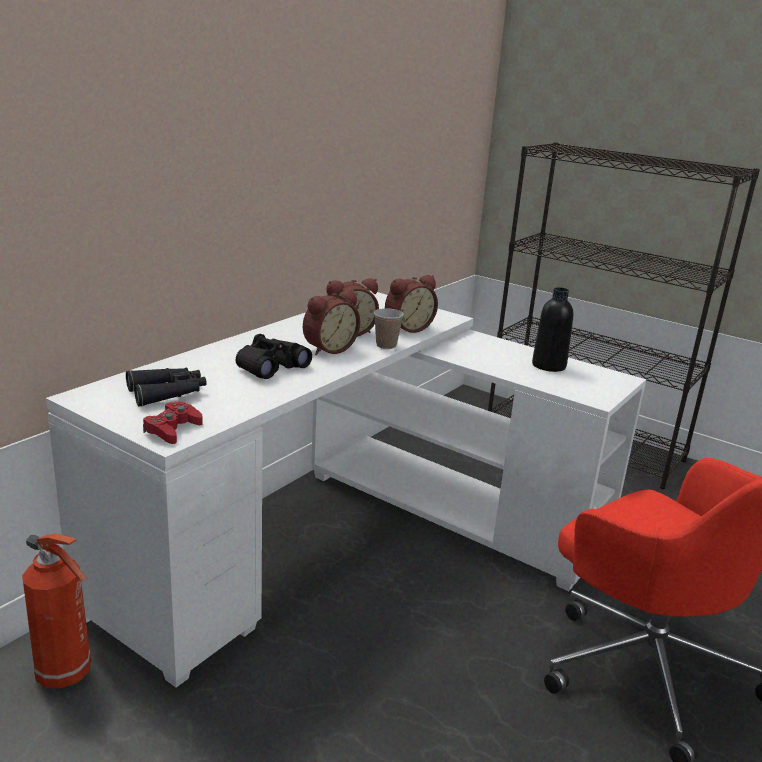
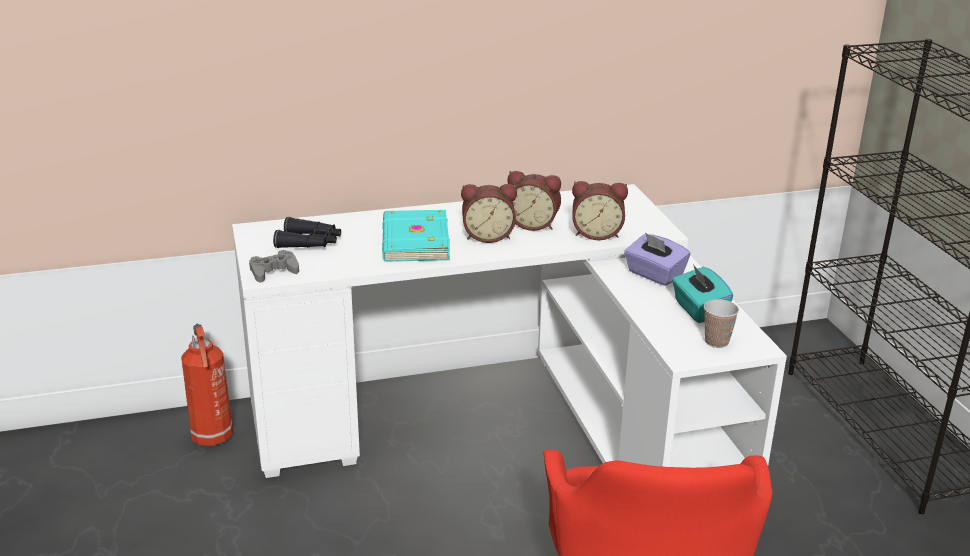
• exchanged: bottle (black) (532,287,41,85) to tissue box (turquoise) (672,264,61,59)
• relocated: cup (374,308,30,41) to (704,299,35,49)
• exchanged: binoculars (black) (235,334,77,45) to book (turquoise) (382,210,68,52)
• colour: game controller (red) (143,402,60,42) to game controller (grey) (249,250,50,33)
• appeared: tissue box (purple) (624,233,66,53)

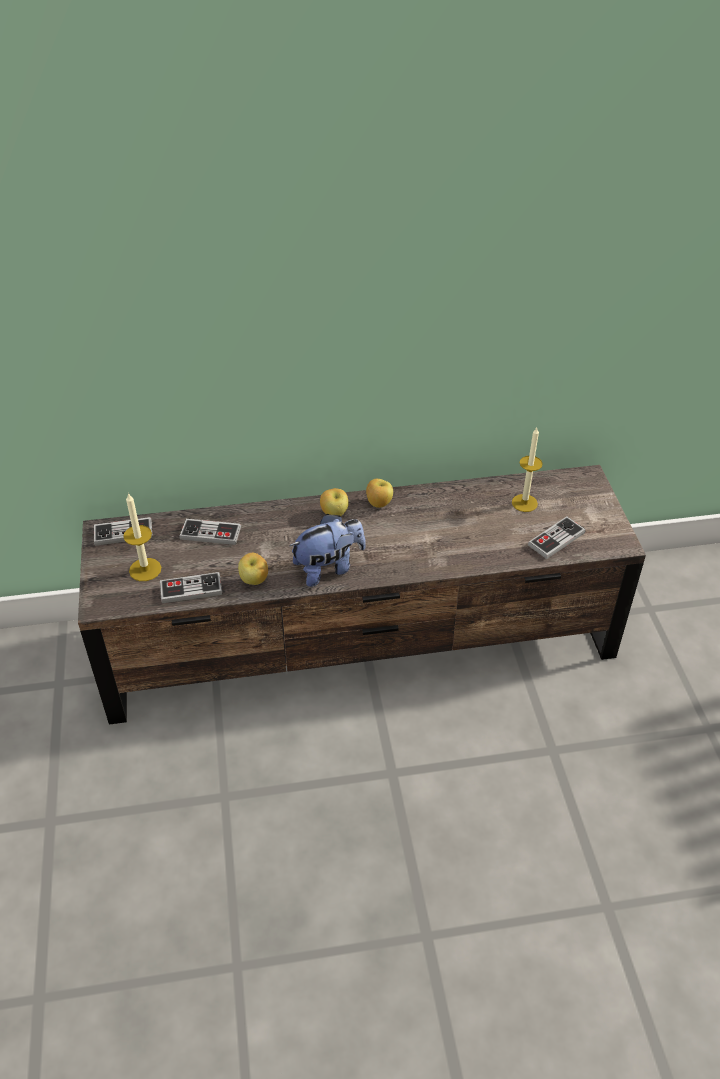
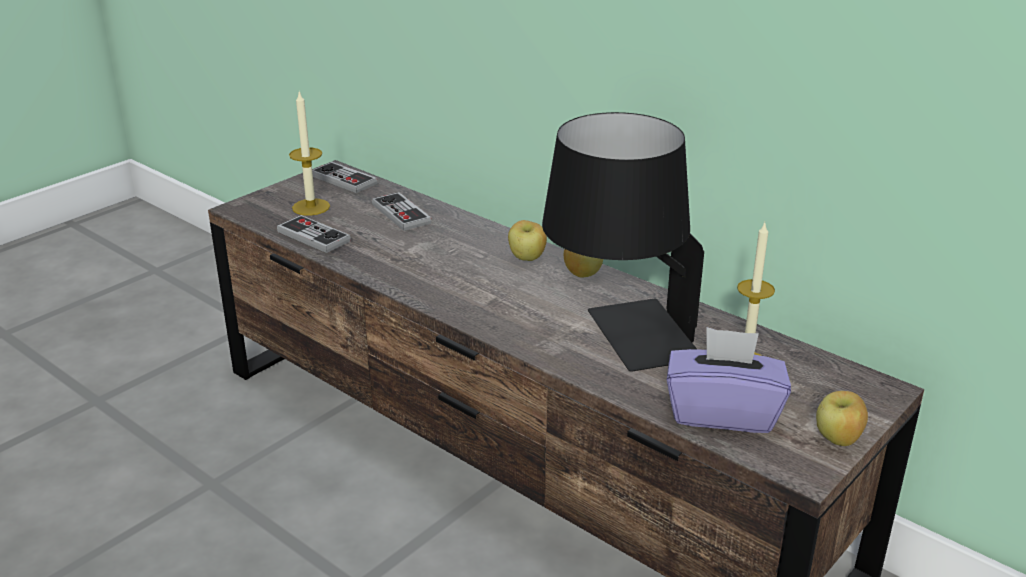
• missing: plush toy (289,514,77,73)
• exchanged: game controller (528,517,58,42) to tissue box (purple) (667,327,124,106)
• relocated: apple (238,553,30,32) to (816,391,52,55)
• appeared: table lamp (black) (542,112,162,260)

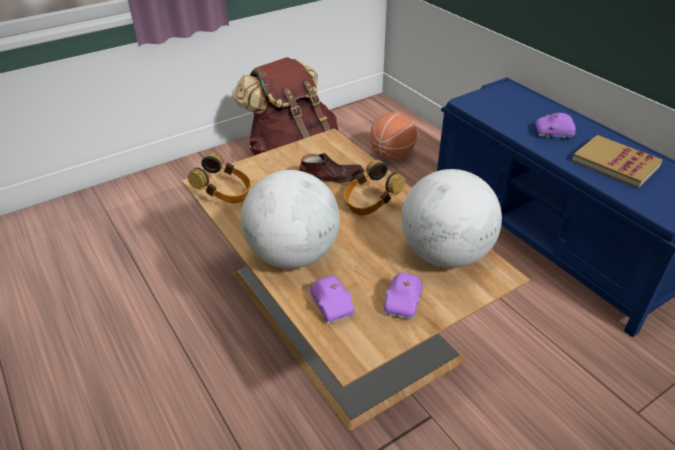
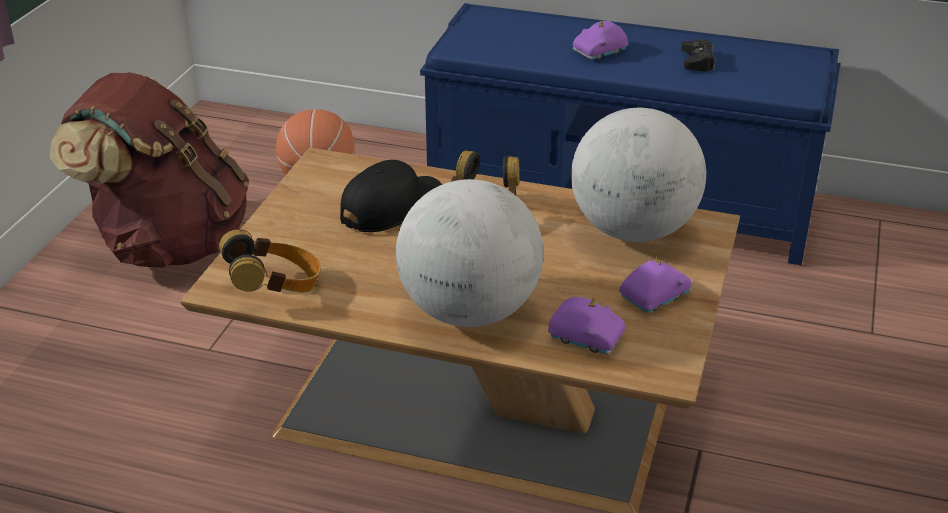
• exchanged: book (572,135,91,54) to game controller (black) (681,39,34,33)
• exchanged: shoe (brown) (299,153,65,30) to cap (black) (340,160,102,72)
• spun: toy car (purple) (384,273,39,47) = (619,256,73,57) 105 degrees counterclockwise

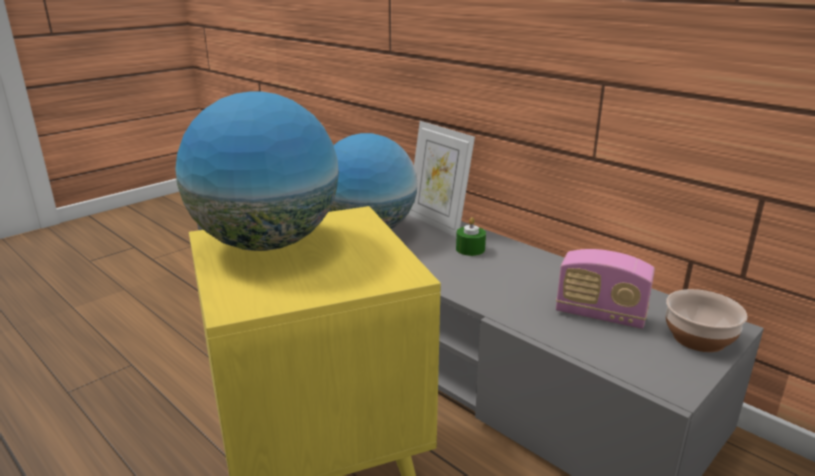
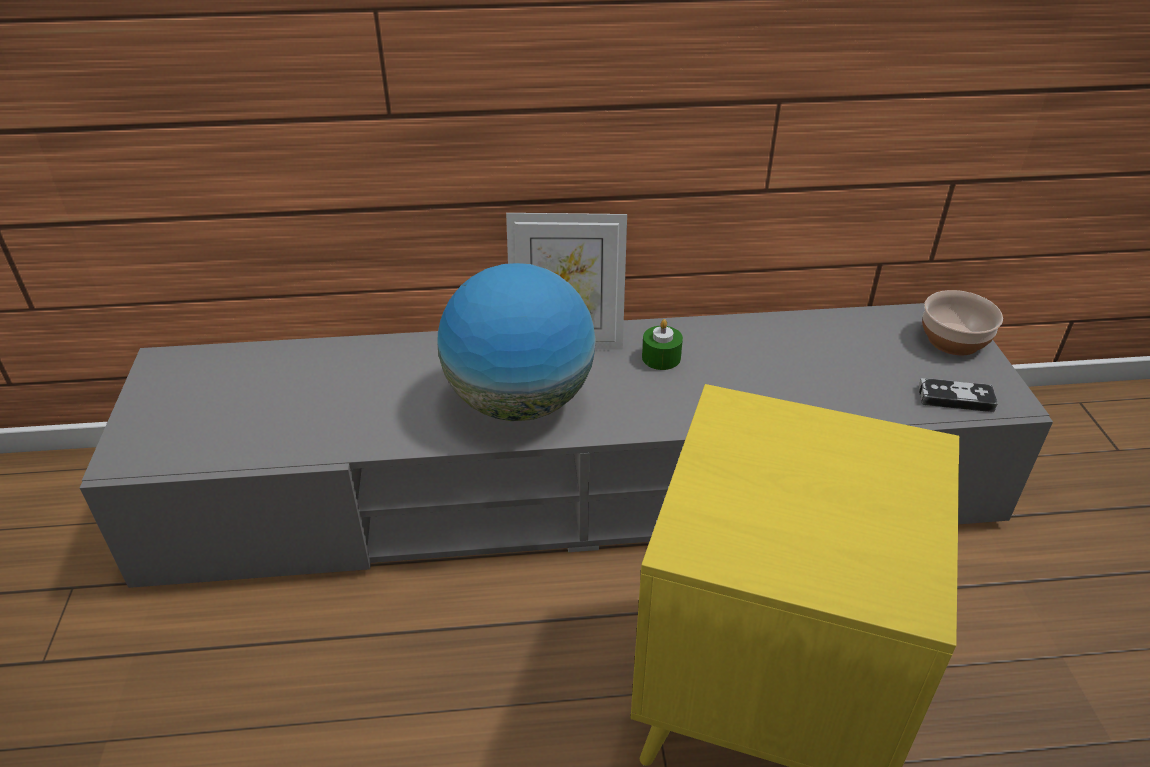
• missing: globe (175,91,164,160)
• missing: radio (556,249,99,80)
• appeared: game controller (919,378,79,34)

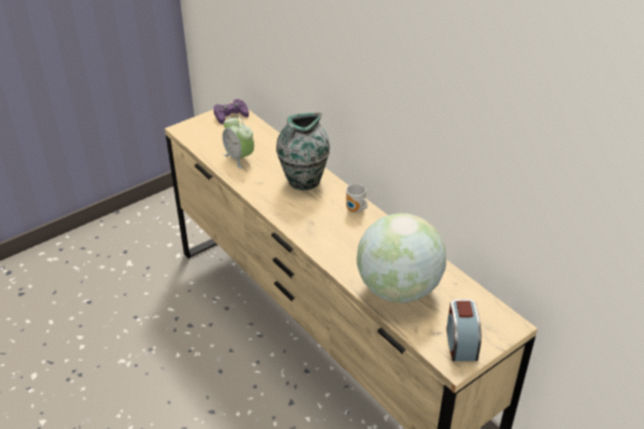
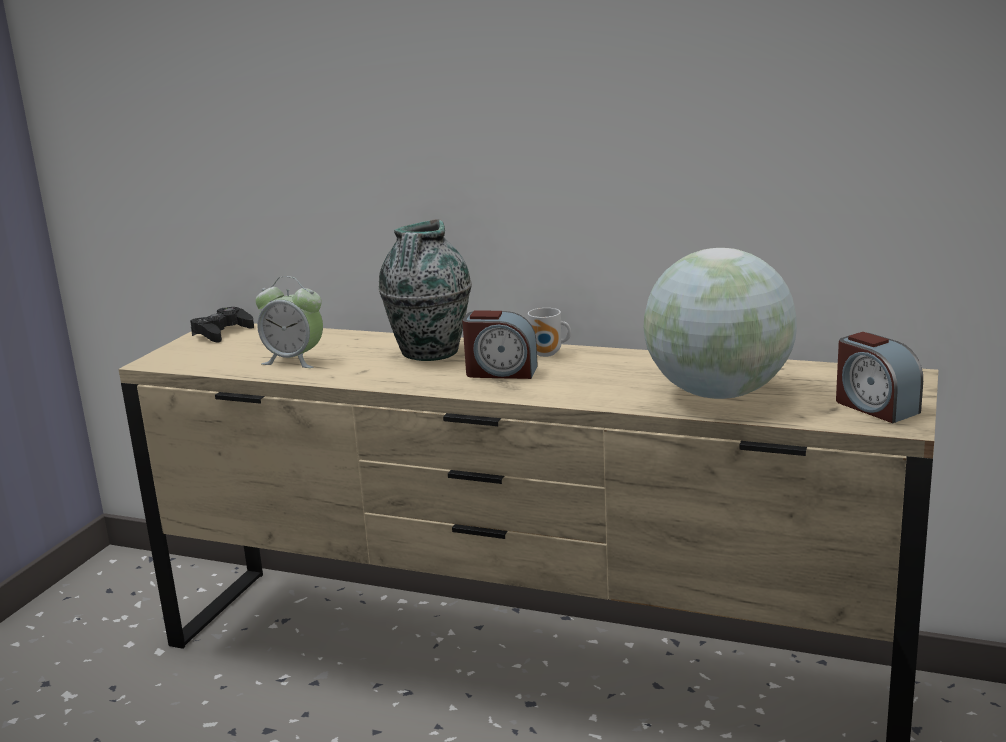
• colour: game controller (purple) (214,99,35,25) to game controller (black) (190,307,64,36)
• appeared: alarm clock (462,311,76,68)

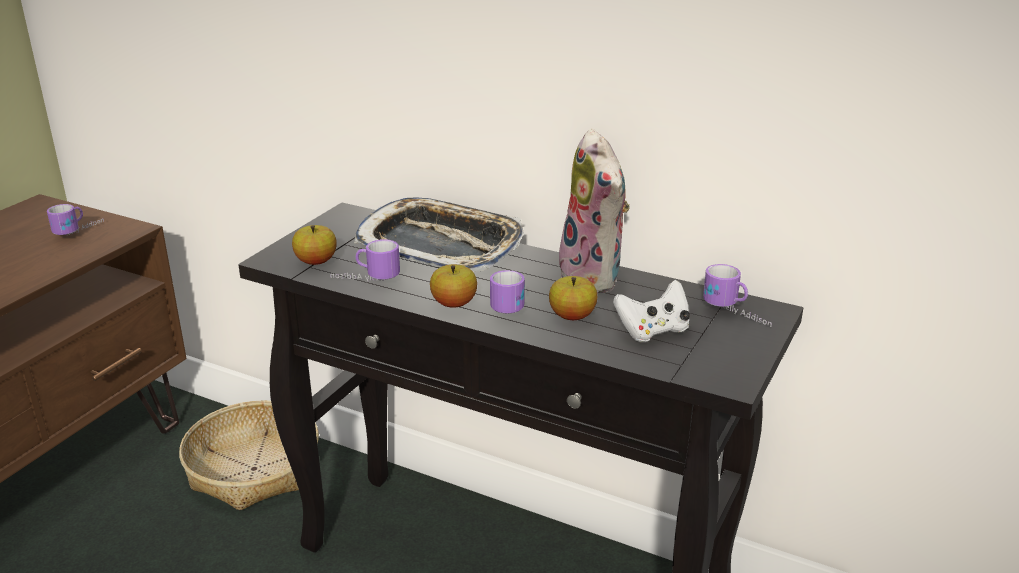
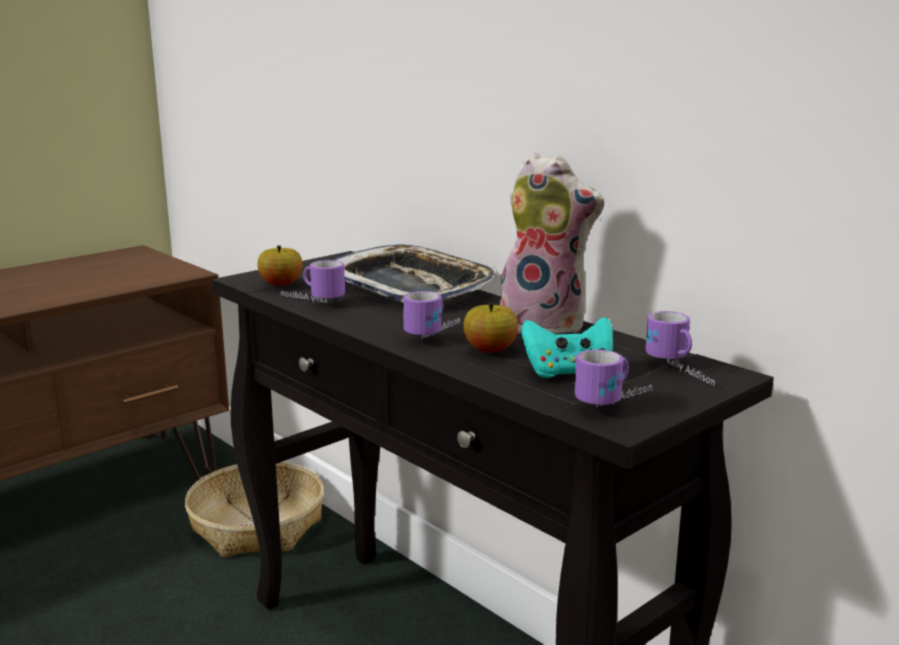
• spun: plush toy (559,128,71,166) = (500,152,104,183) 60 degrees counterclockwise
• relocated: mug (47,204,57,31) to (575,349,77,58)
• missing: apple (430,264,47,44)
• colour: game controller (white) (613,279,77,63) to game controller (turquoise) (522,317,91,61)

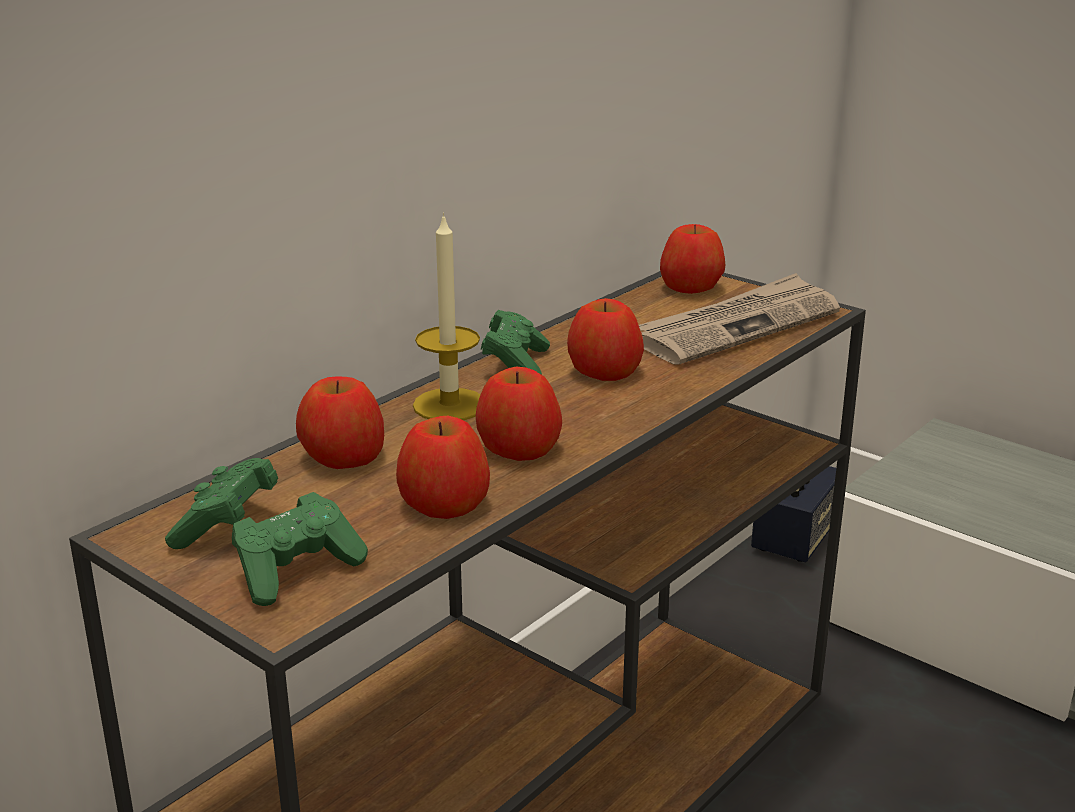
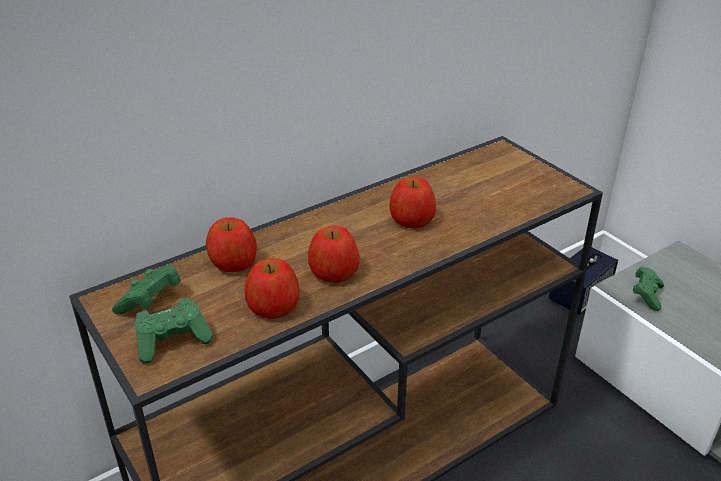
• missing: candle (413,212,68,208)
• missing: apple (660,224,65,70)
• missing: newspaper (639,273,201,91)
• relocated: game controller (green) (481,310,69,65) to (633,267,31,44)

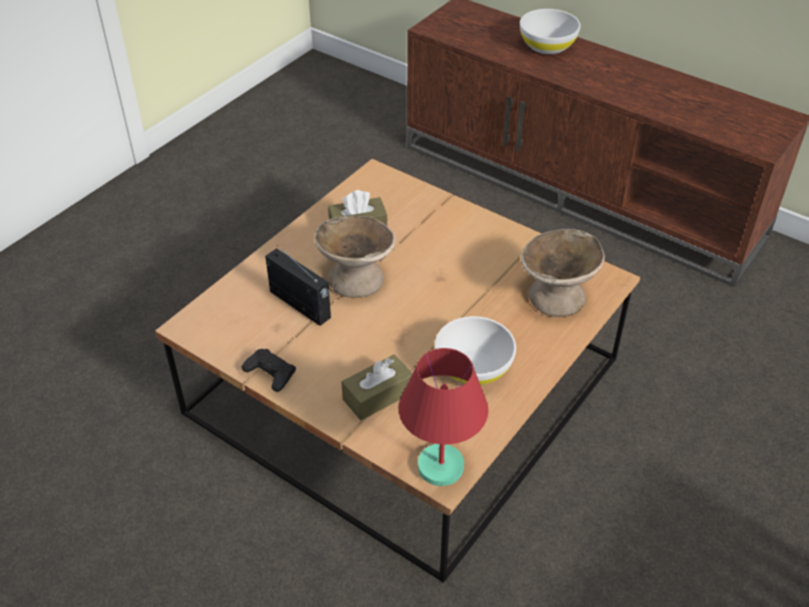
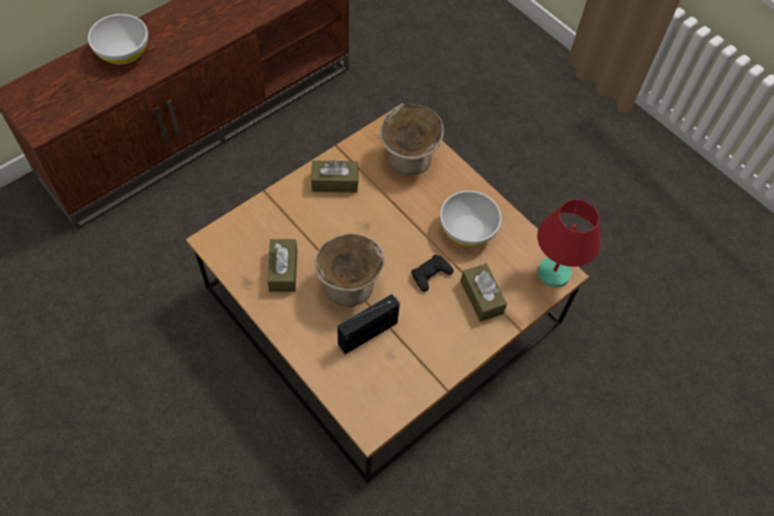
• relocated: game controller (black) (242,349,54,43) to (411,255,43,37)
• appeared: tissue box (brown) (311,160,48,33)

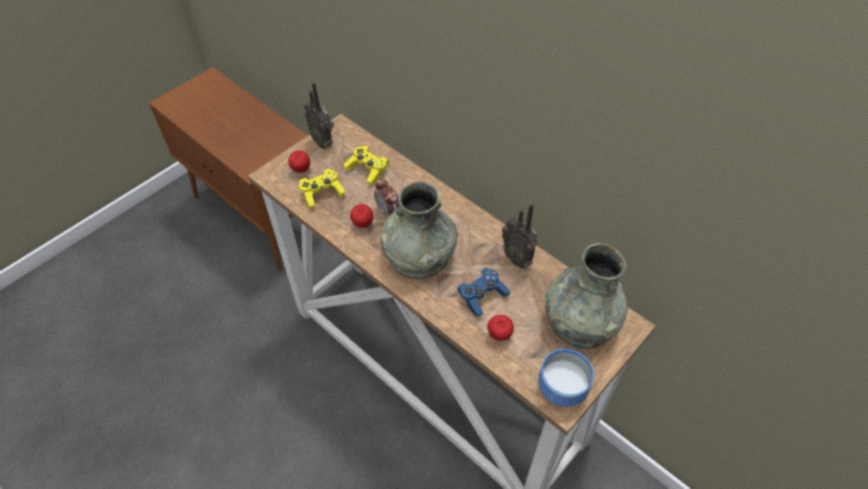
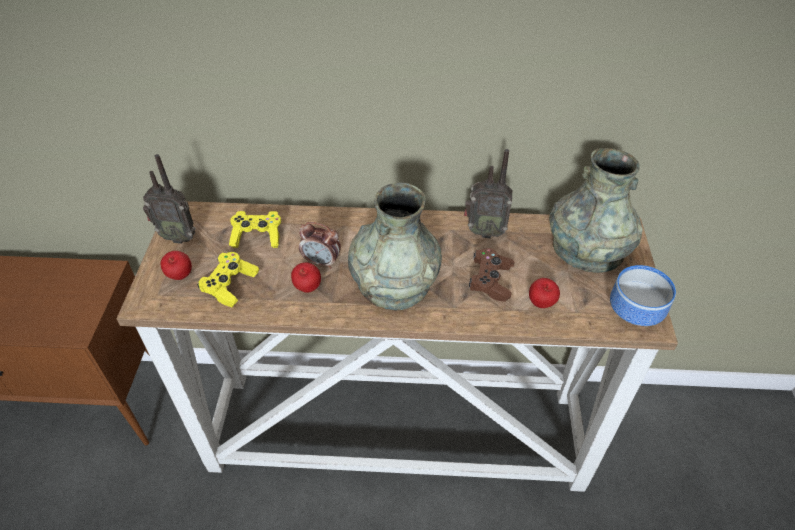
• colour: game controller (blue) (458,267,52,50) to game controller (brown) (469,248,45,54)

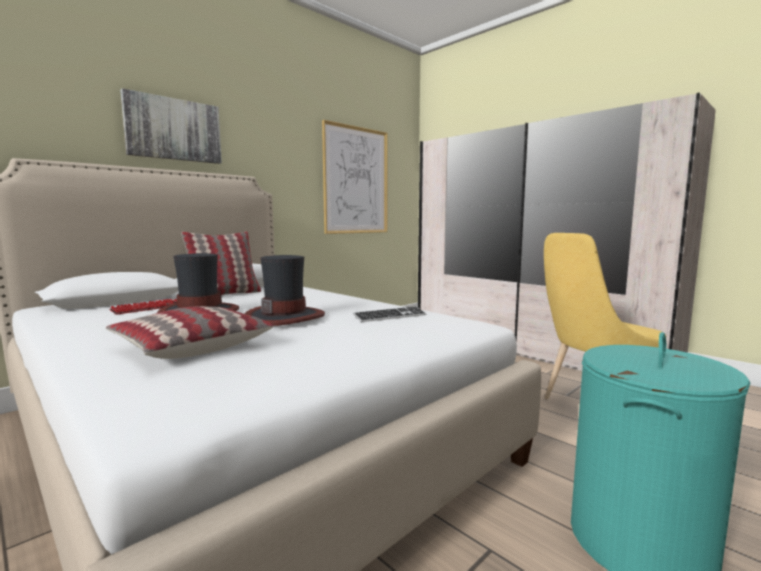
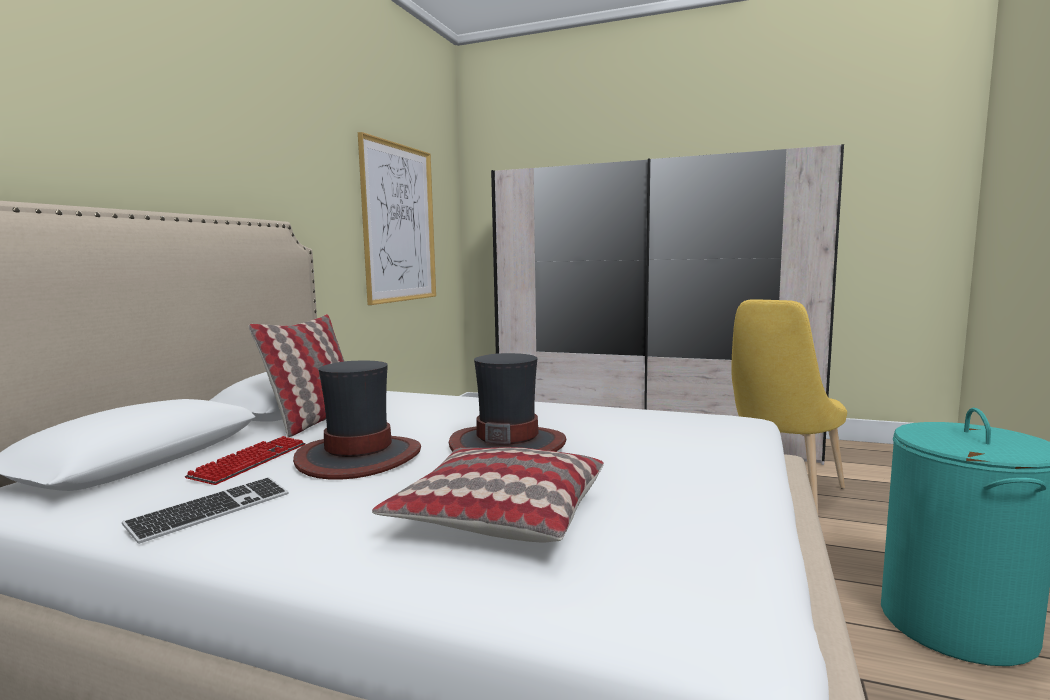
• missing: picture (120,88,102,76)
• relocated: keyboard (353,306,73,16) to (122,477,166,67)

